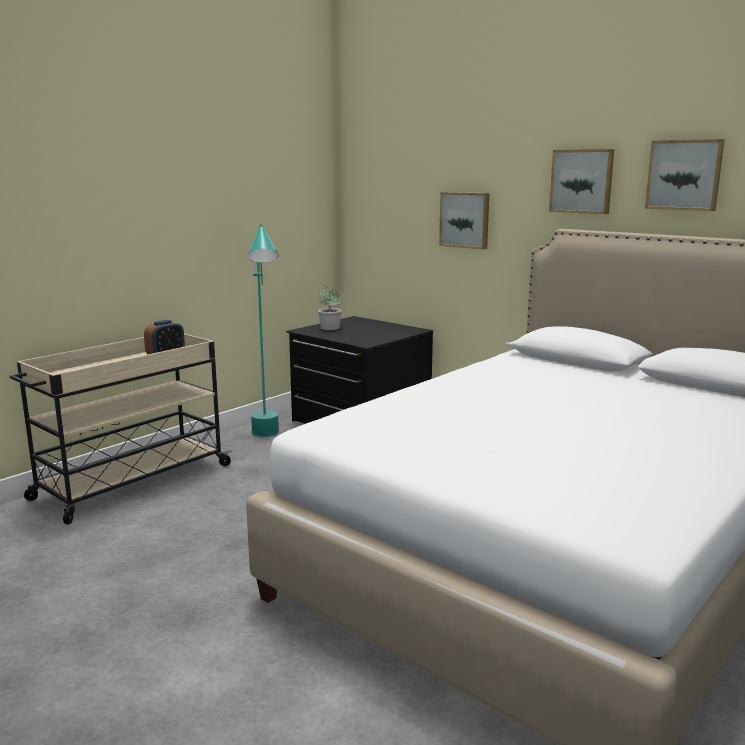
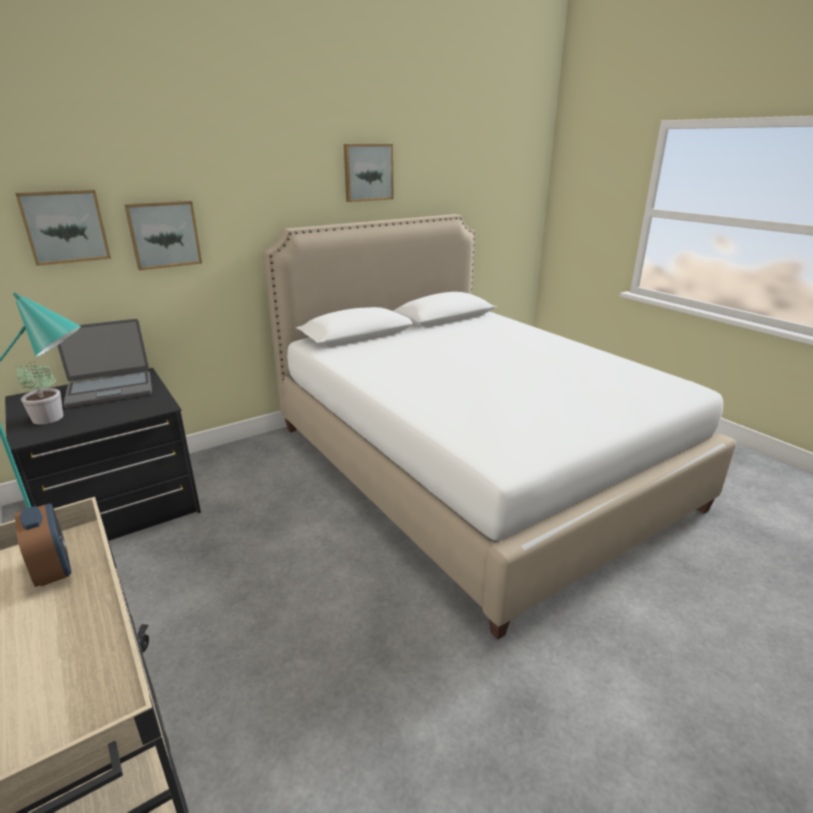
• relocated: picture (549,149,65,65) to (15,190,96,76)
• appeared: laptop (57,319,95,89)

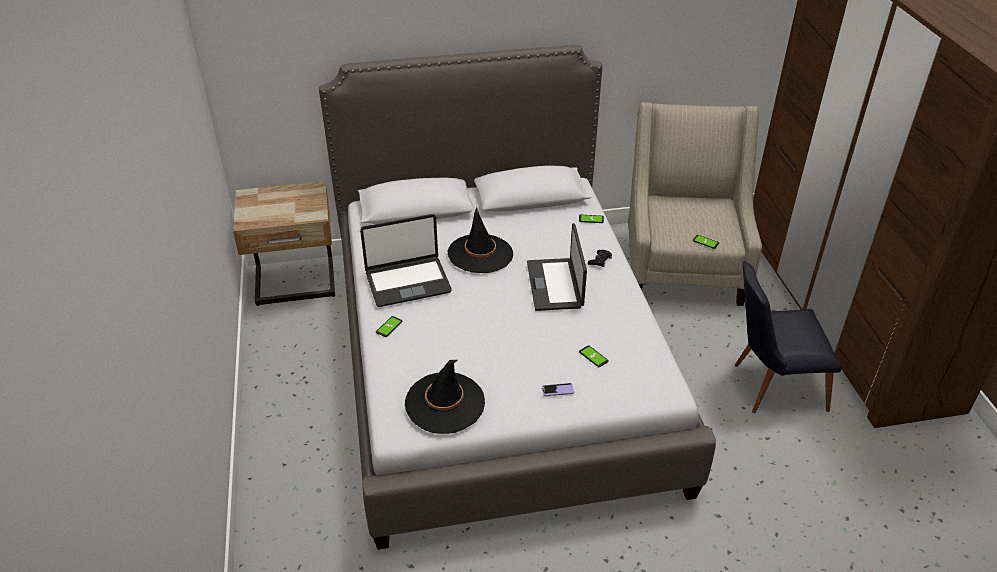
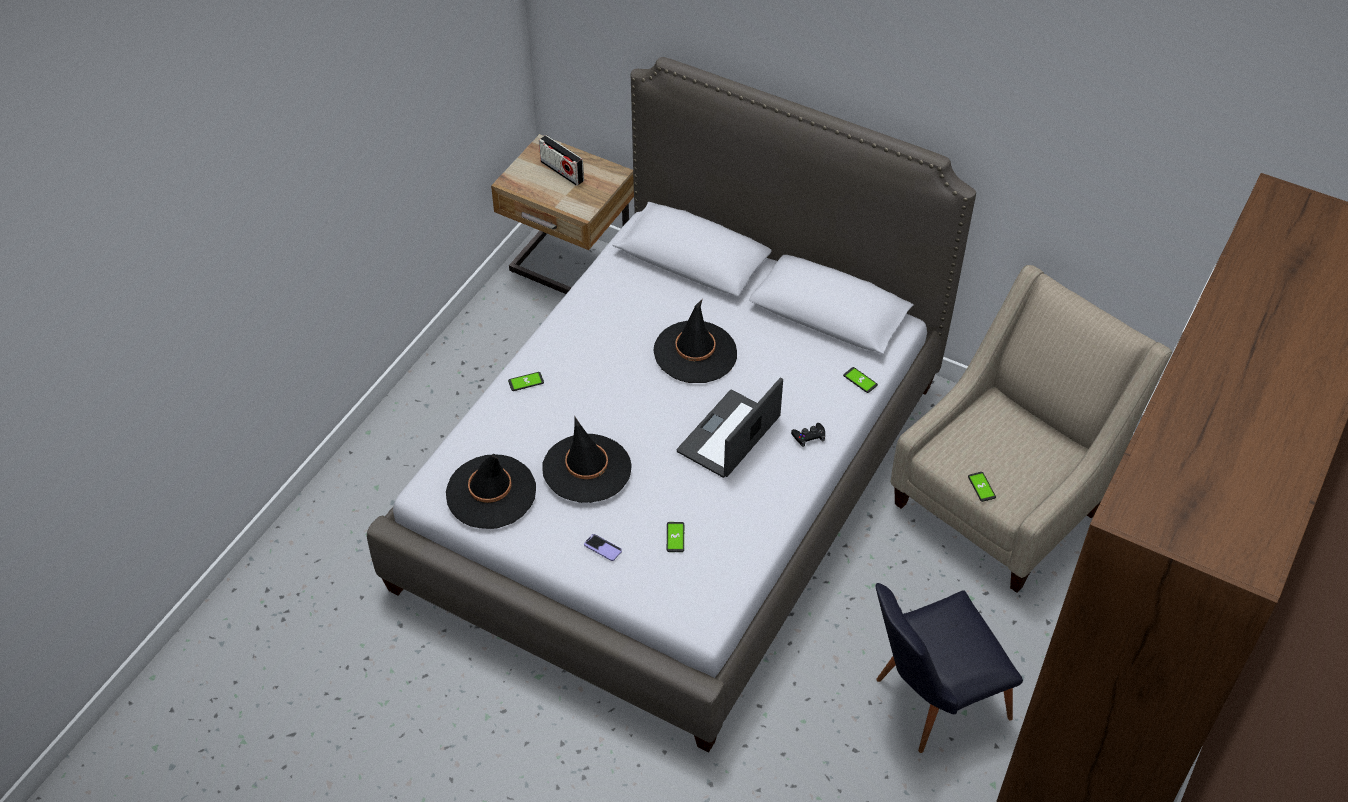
• missing: laptop (360,214,92,93)
• spun: chair (black) (735,261,107,152) = (875,583,148,170) 60 degrees counterclockwise
• appeared: radio (539,135,45,51)
• appeared: hat (black) (542,417,90,86)

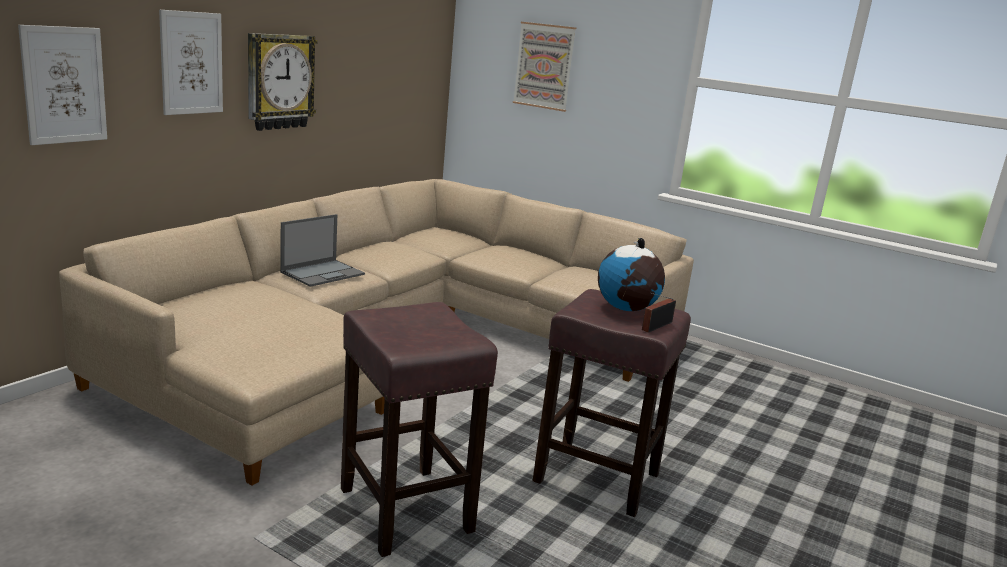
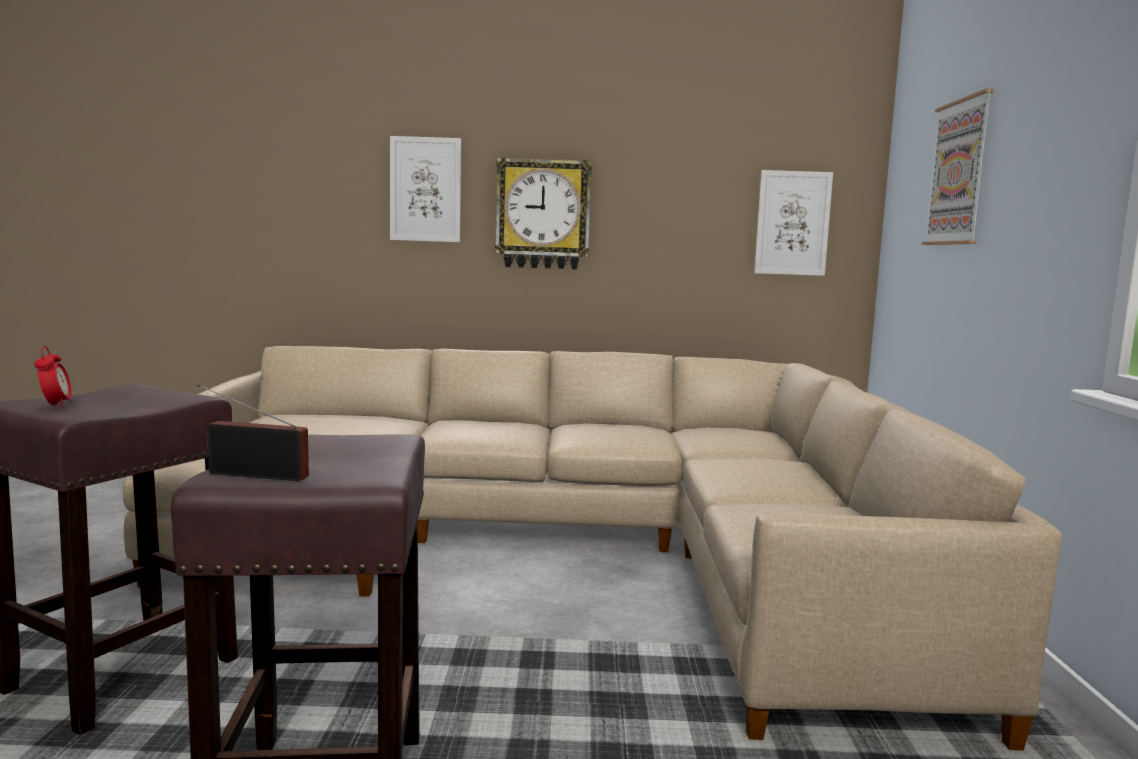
• relocated: picture (18,25,89,120) to (754,170,79,106)
• missing: laptop (280,214,85,73)
• missing: globe (598,238,67,73)
• appeared: alarm clock (34,346,38,62)

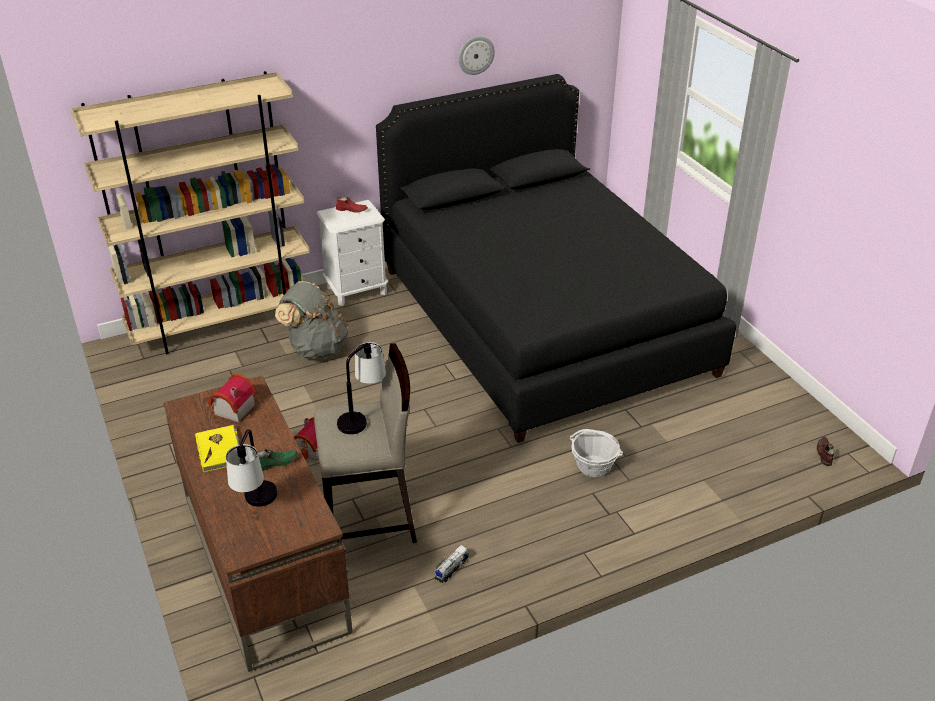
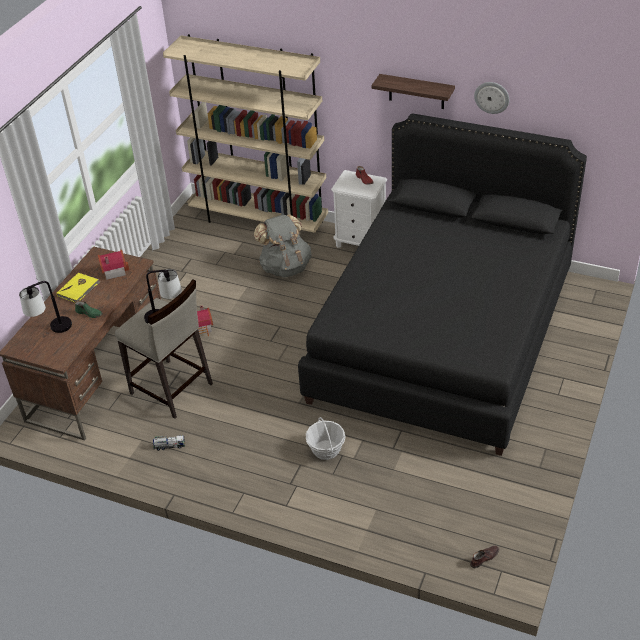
• appeared: shelf (371,74,84,35)

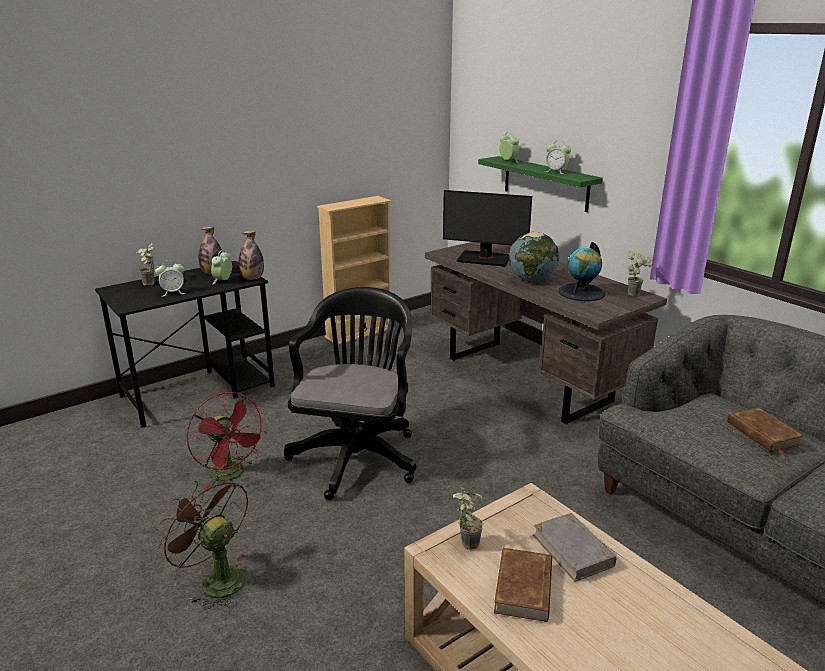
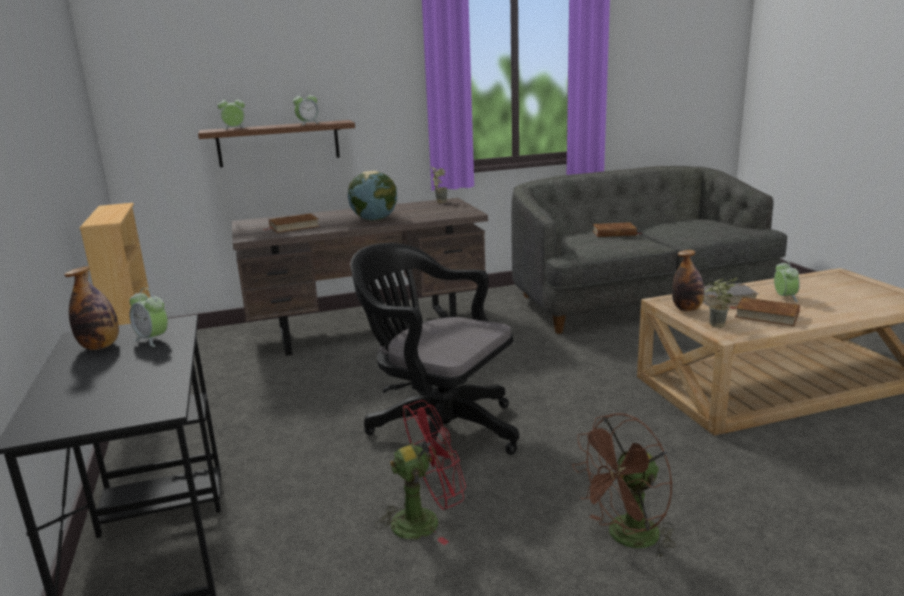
• colour: shelf (green) (478,156,125,56) to shelf (brown) (198,120,157,47)
• exchanged: monitor (443,190,89,77) to book (brown) (264,214,56,19)
• relocated: bottle (239,231,25,49) to (672,250,32,61)
• missing: globe (558,242,47,59)
• missing: potted plant (136,243,18,43)
• relocated: alarm clock (155,260,31,37) to (774,260,26,42)

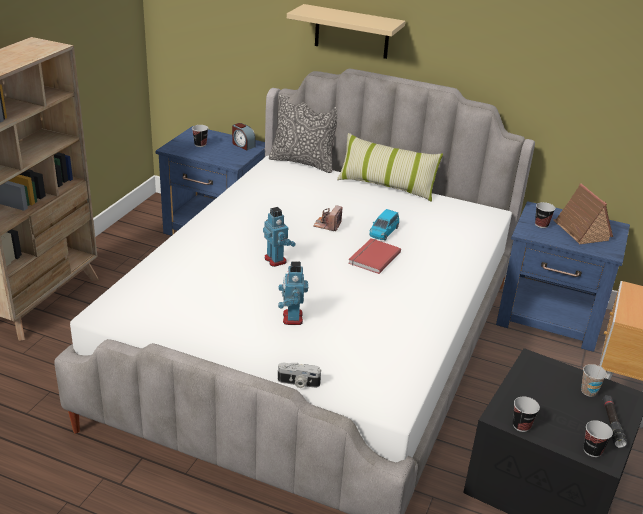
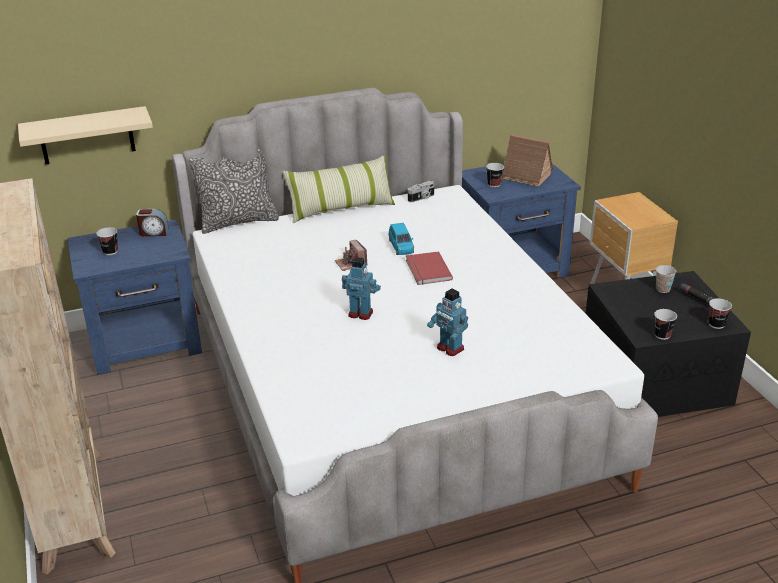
• relocated: shelf (beige) (287,4,118,55) to (18,106,135,58)
• relocated: photo camera (278,362,43,26) to (408,181,27,21)

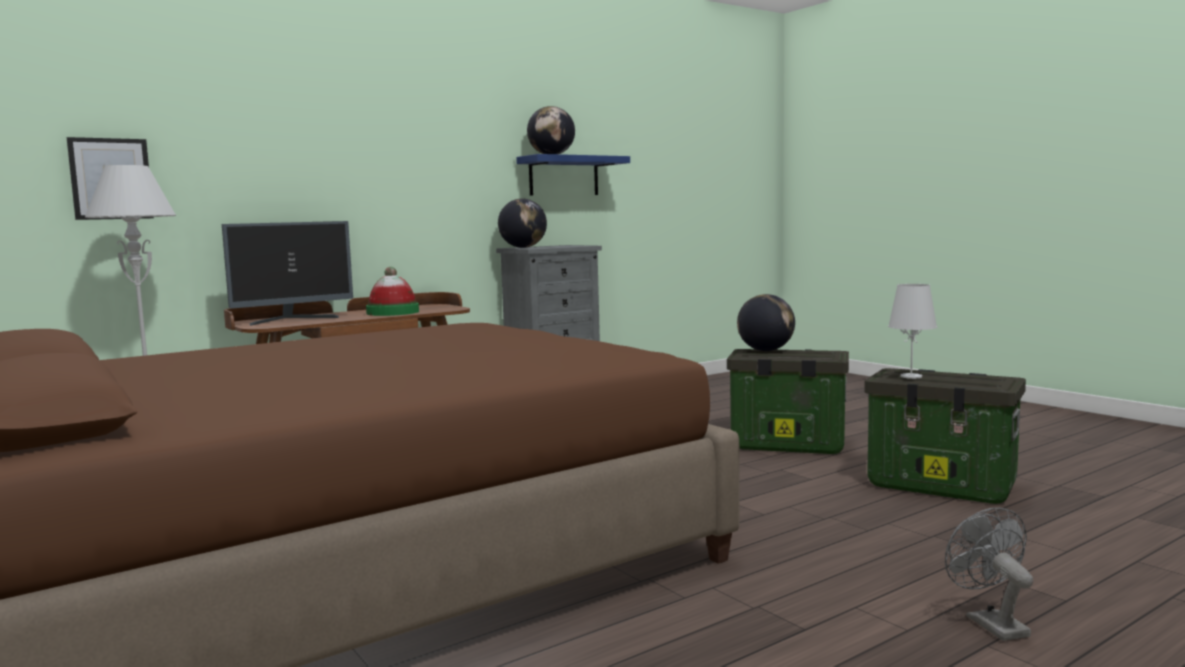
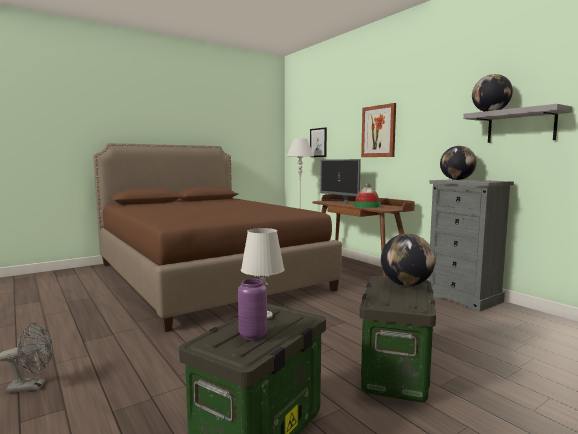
• colour: shelf (blue) (516,154,114,41) to shelf (grey) (463,104,109,39)
• appeared: picture (361,103,35,54)
• appeared: vase (purple) (238,279,29,61)

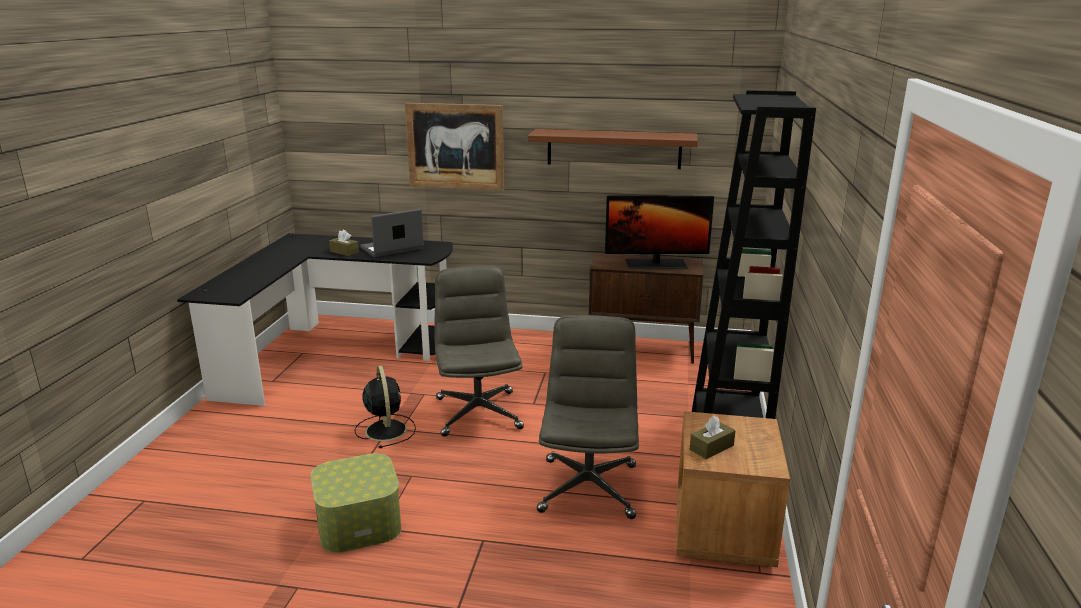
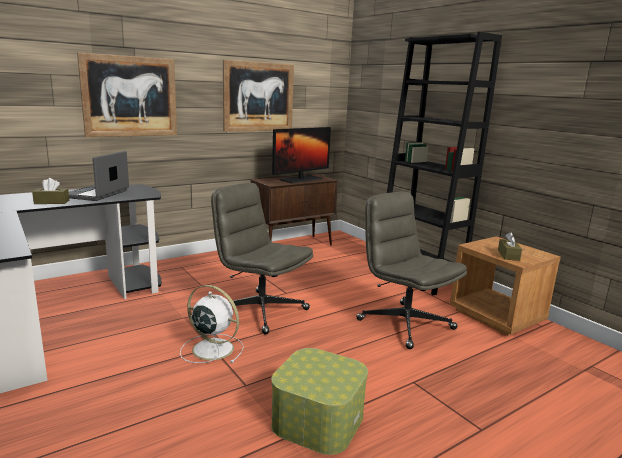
• exchanged: shelf (brown) (528,129,170,40) to picture (223,60,71,72)
• colour: fan (black) (355,365,61,83) to fan (white) (180,285,64,78)

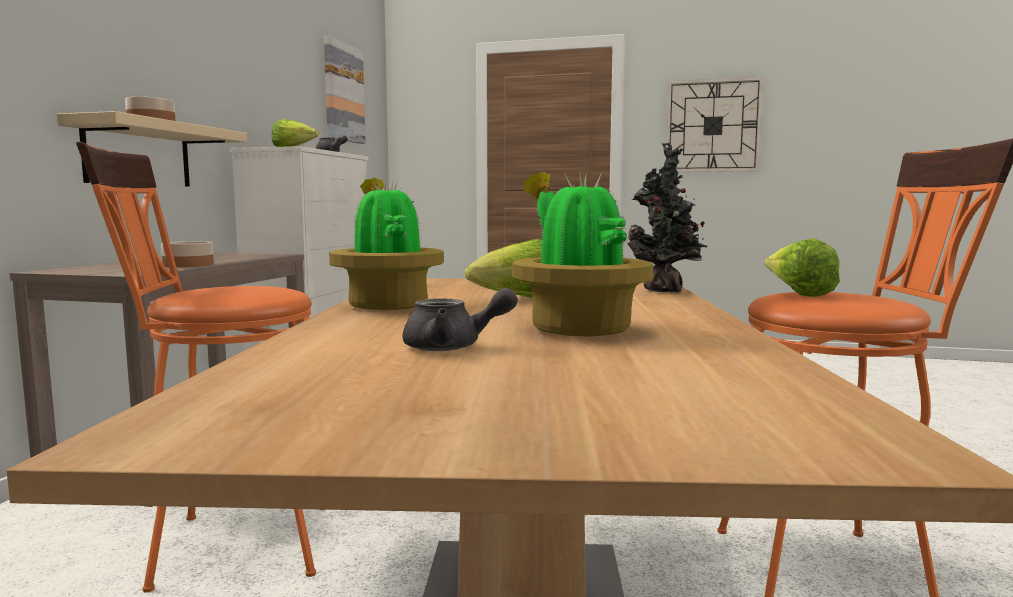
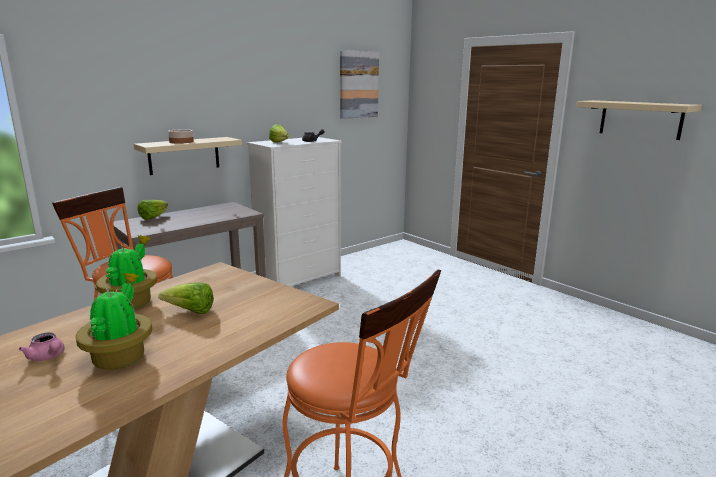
• exchanged: wall clock (666,77,98,95) to shelf (beige) (576,100,126,40)
• missing: potted plant (627,143,80,149)
• relocated: lettuce (764,238,76,59) to (138,200,30,20)
• missing: bowl (161,241,53,26)
• colour: teapot (grey) (402,288,116,63) to teapot (pink) (19,332,46,29)

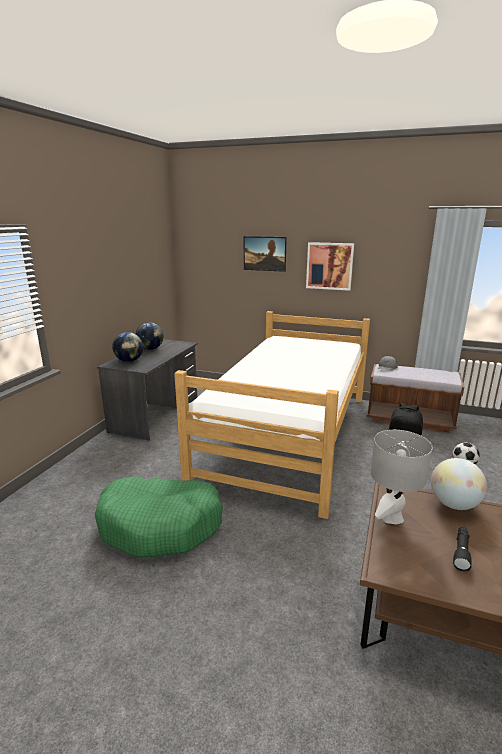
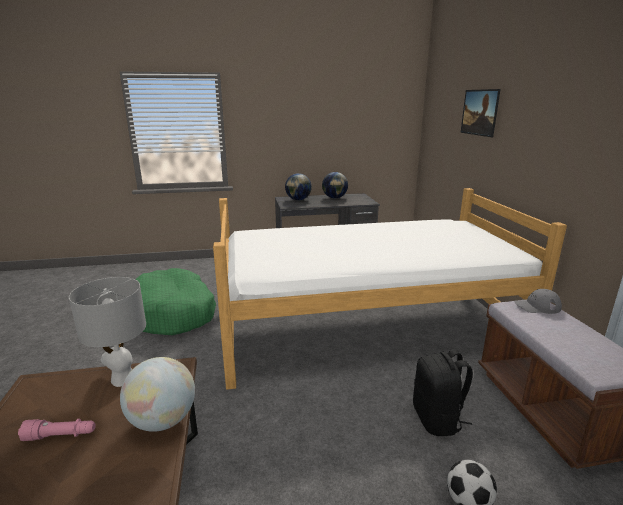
• missing: picture (306,242,48,49)
• colour: flashlight (black) (453,527,19,44) to flashlight (pink) (18,419,78,22)

